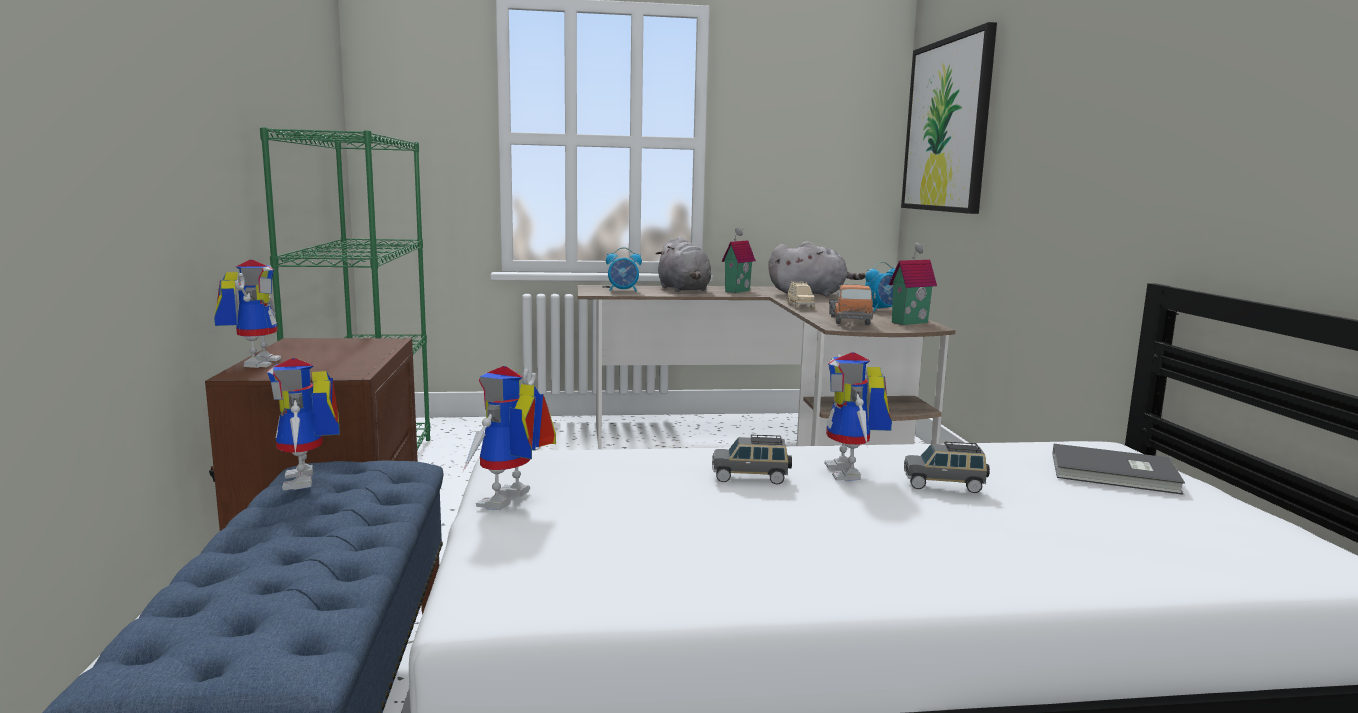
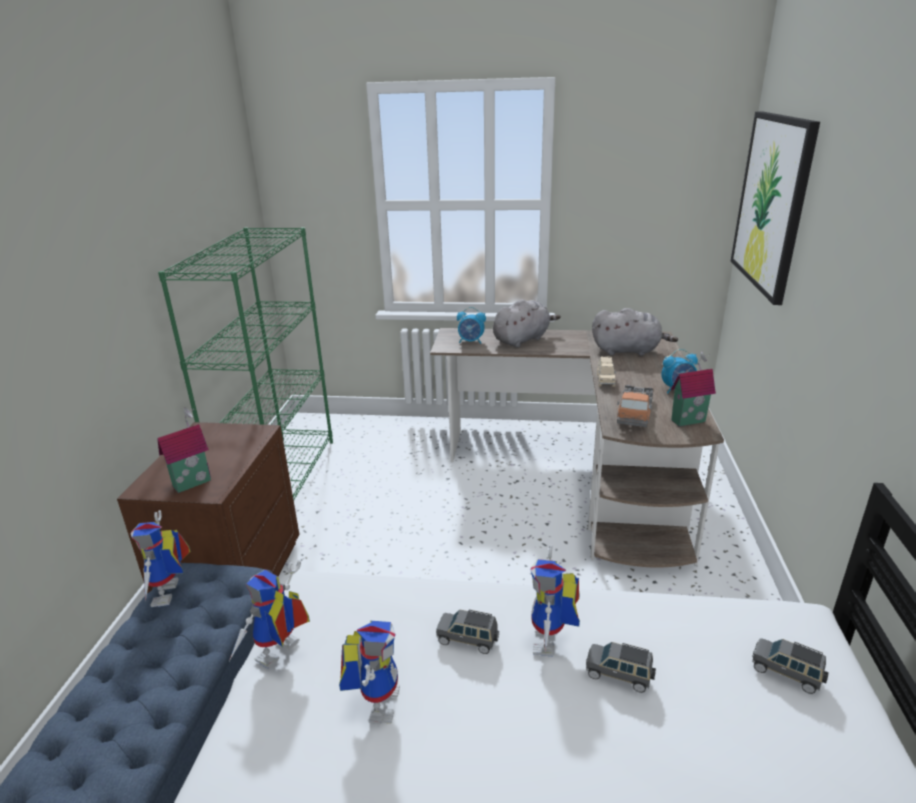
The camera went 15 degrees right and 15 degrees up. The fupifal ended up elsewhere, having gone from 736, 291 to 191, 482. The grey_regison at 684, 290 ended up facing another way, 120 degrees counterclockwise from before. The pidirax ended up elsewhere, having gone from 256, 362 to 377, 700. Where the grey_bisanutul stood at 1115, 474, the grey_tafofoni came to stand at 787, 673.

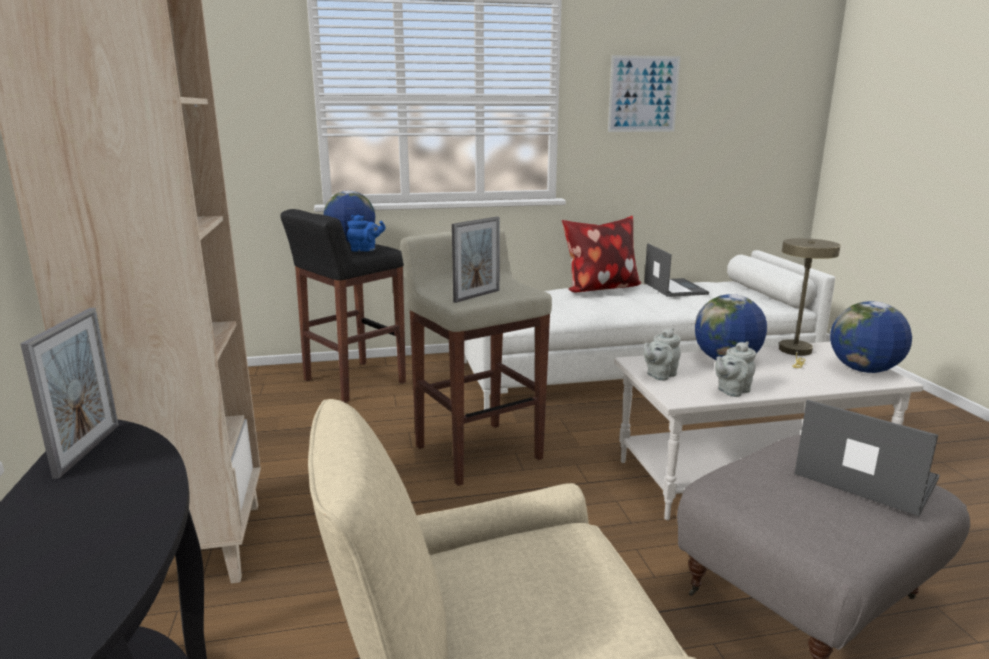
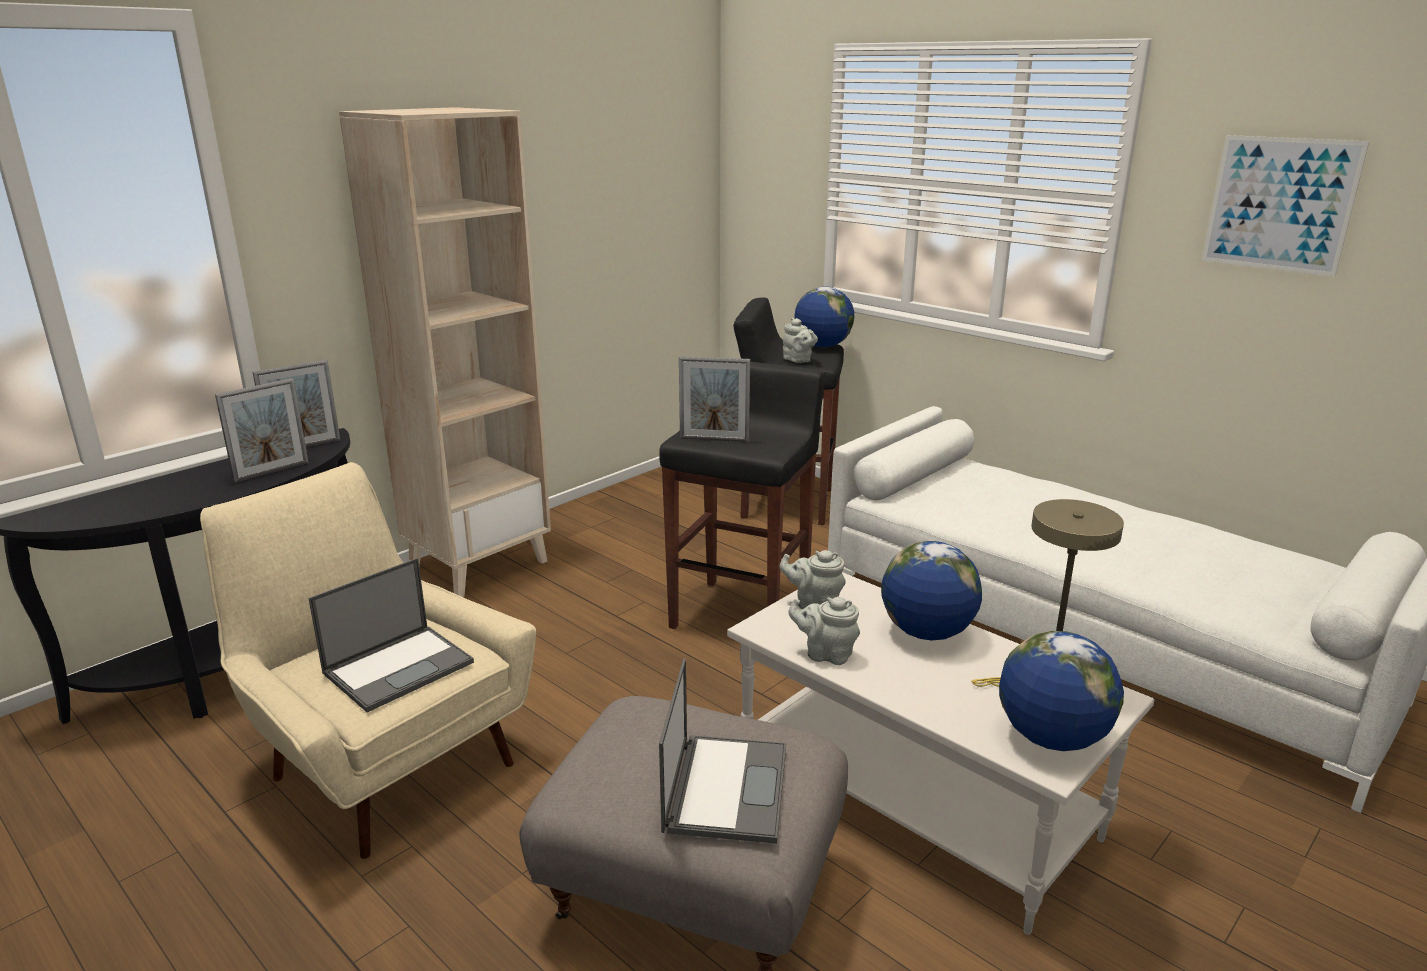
The camera went 55 degrees right and 5 degrees up. What was the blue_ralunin at 365, 250 turned into the grey_ralunin at 798, 360. The second view lost the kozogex at 600, 289. What was the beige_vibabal at 477, 452 turned into the black_vibabal at 741, 614. The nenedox ended up elsewhere, having gone from 674, 288 to 400, 667. The second view gained the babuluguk at 271, 472.

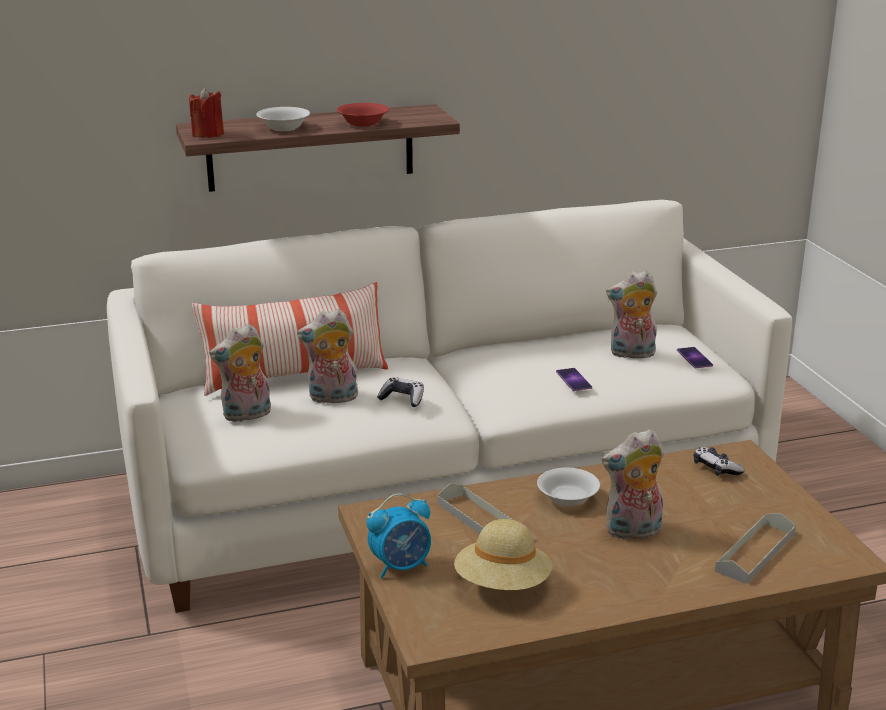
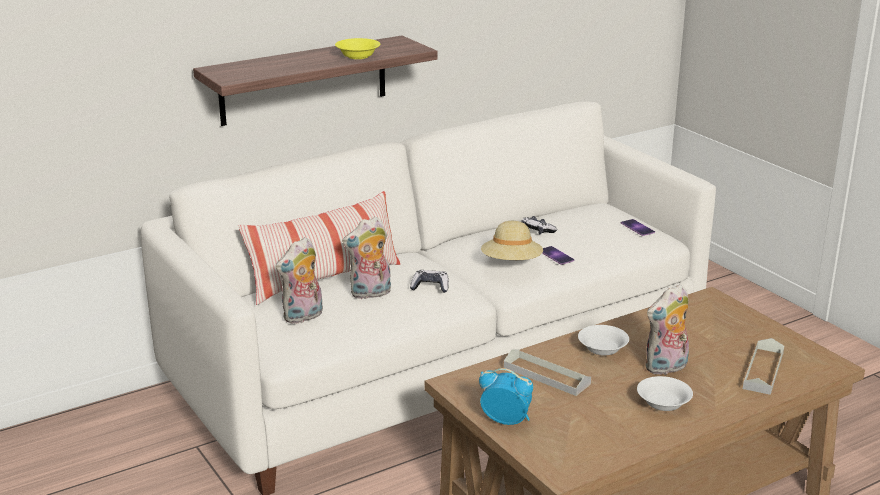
The camera went 15 degrees left and 0 degrees up. The second view lost the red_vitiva at 208, 134. What was the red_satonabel at 362, 123 turned into the yellow_satonabel at 357, 56. The white_satonabel ended up elsewhere, having gone from 283, 128 to 662, 403. The second view lost the regison at 631, 354. The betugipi ended up elsewhere, having gone from 716, 468 to 537, 231. The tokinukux at 401, 566 ended up facing another way, 120 degrees counterclockwise from before. The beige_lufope ended up elsewhere, having gone from 503, 585 to 511, 263.

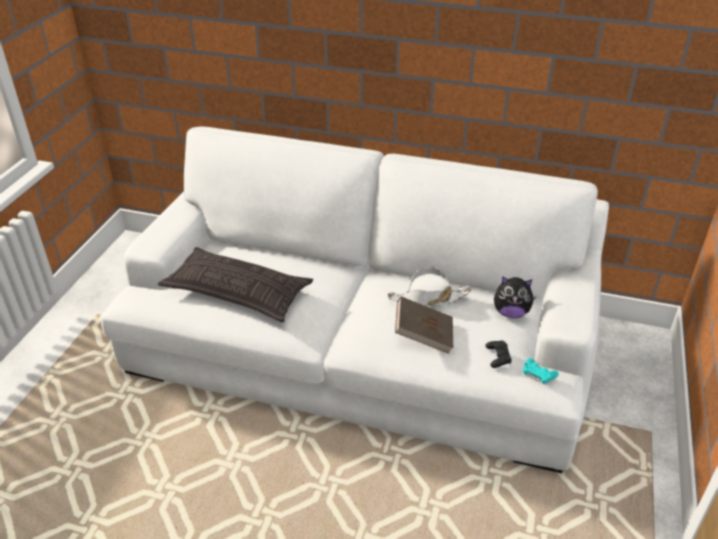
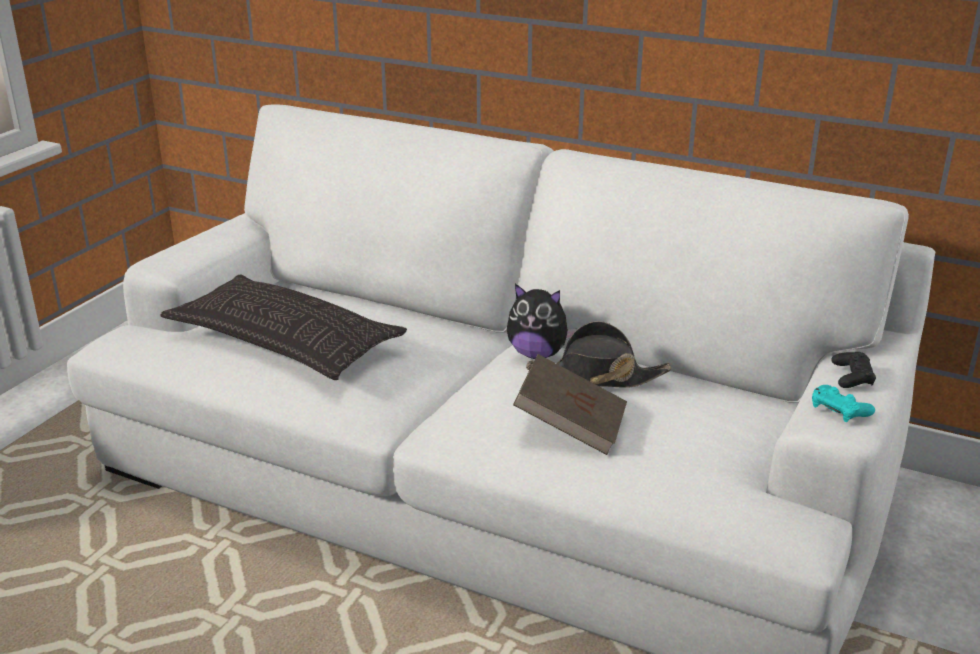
The camera went 10 degrees right and 10 degrees down. What was the white_lufope at 428, 298 turned into the black_lufope at 597, 376. The regison ended up elsewhere, having gone from 511, 313 to 537, 354. The black_betugipi ended up elsewhere, having gone from 498, 357 to 852, 376. The turquoise_betugipi ended up elsewhere, having gone from 538, 374 to 839, 409.

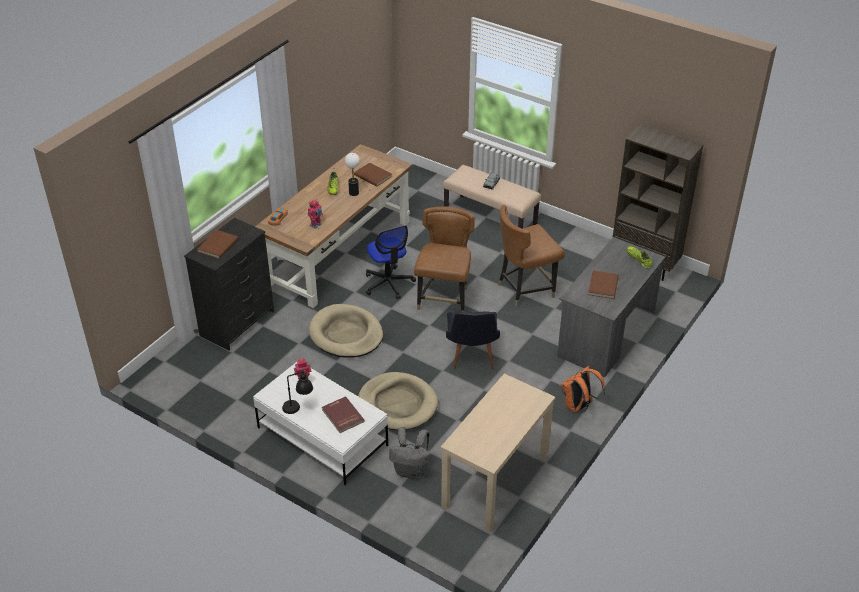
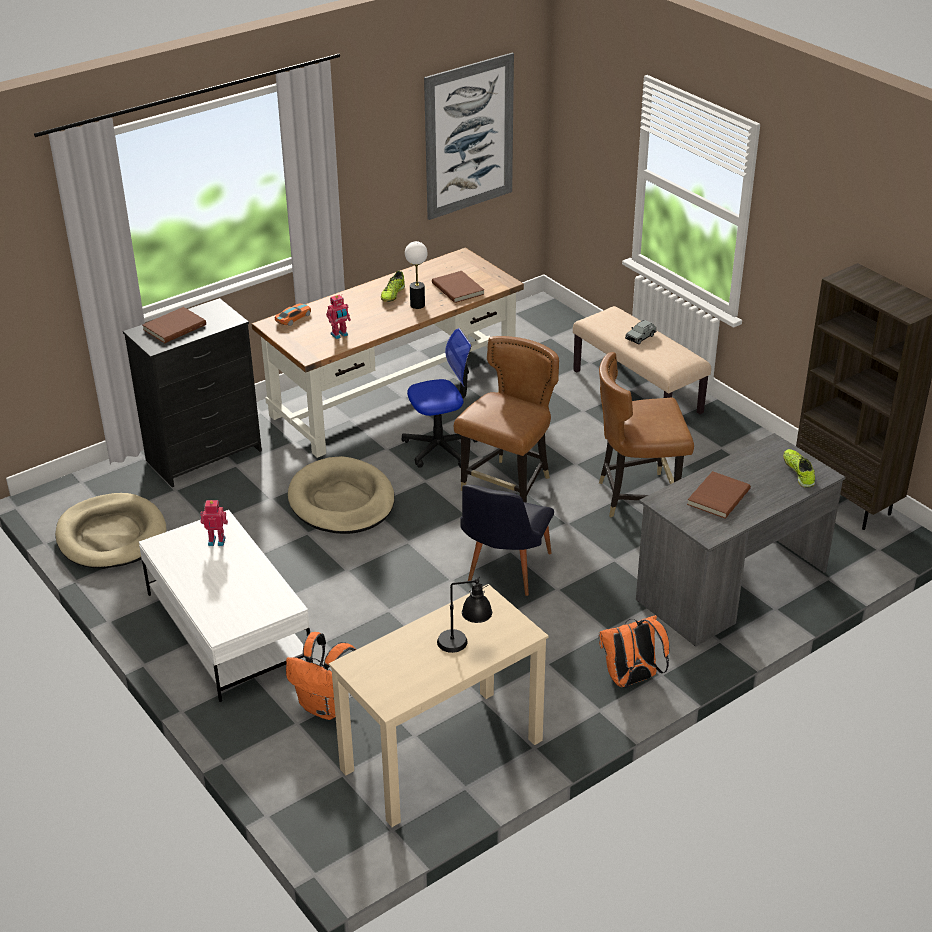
The camera went 20 degrees right and 5 degrees down. The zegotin at 388, 283 ended up facing another way, 105 degrees counterclockwise from before. The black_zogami ended up elsewhere, having gone from 299, 407 to 465, 645. The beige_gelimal ended up elsewhere, having gone from 398, 404 to 111, 535. The second view lost the red_bisanutul at 342, 416. What was the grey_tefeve at 411, 471 turned into the orange_tefeve at 326, 707. The second view gained the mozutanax at 469, 136.

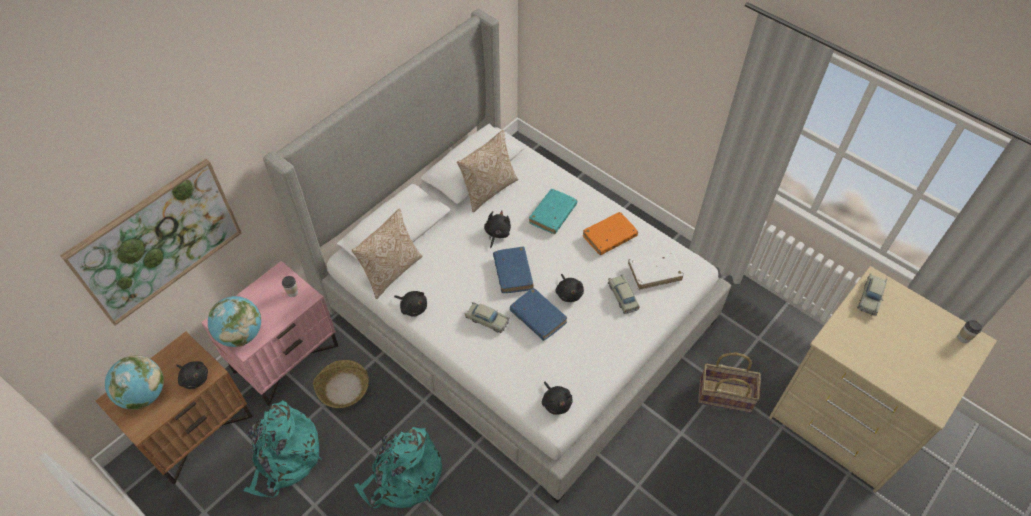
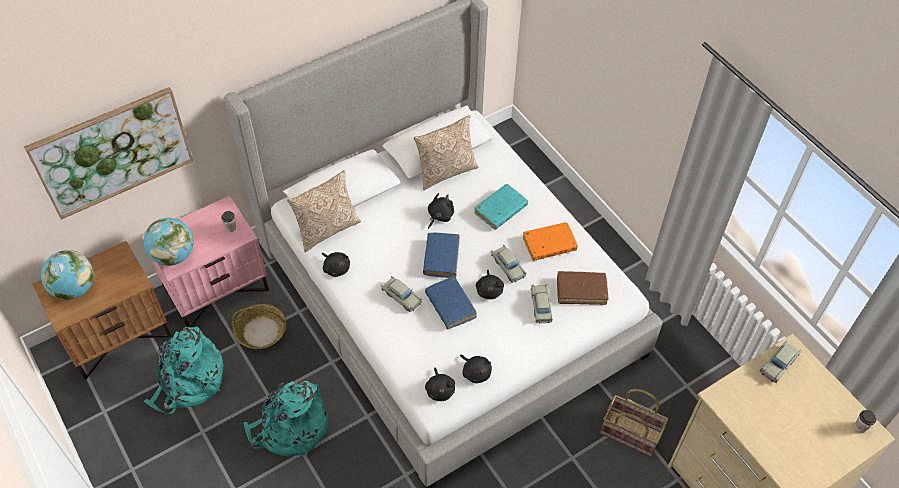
The camera went 15 degrees right and 0 degrees up. What was the white_bisanutul at 654, 273 turned into the brown_bisanutul at 581, 291. The black_regison ended up elsewhere, having gone from 194, 378 to 475, 372. The second view gained the beige_tafofoni at 508, 266.

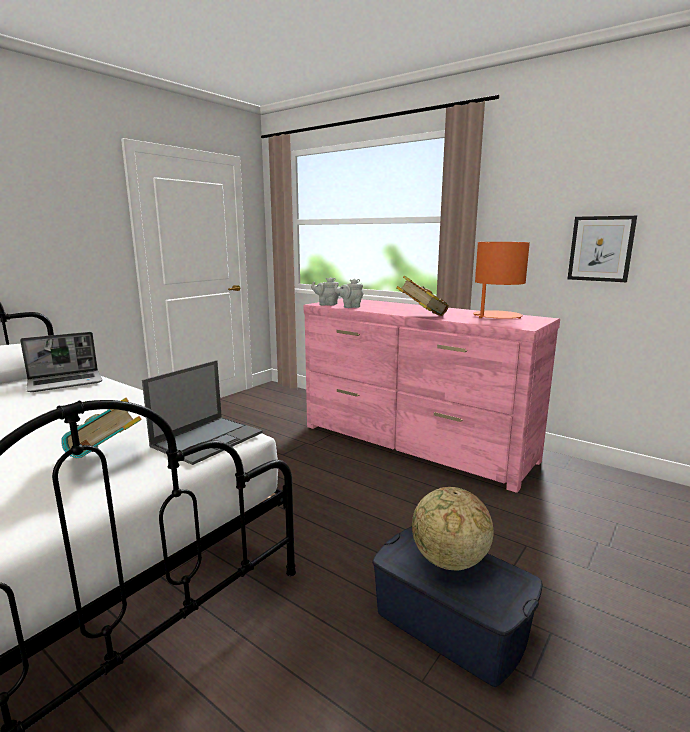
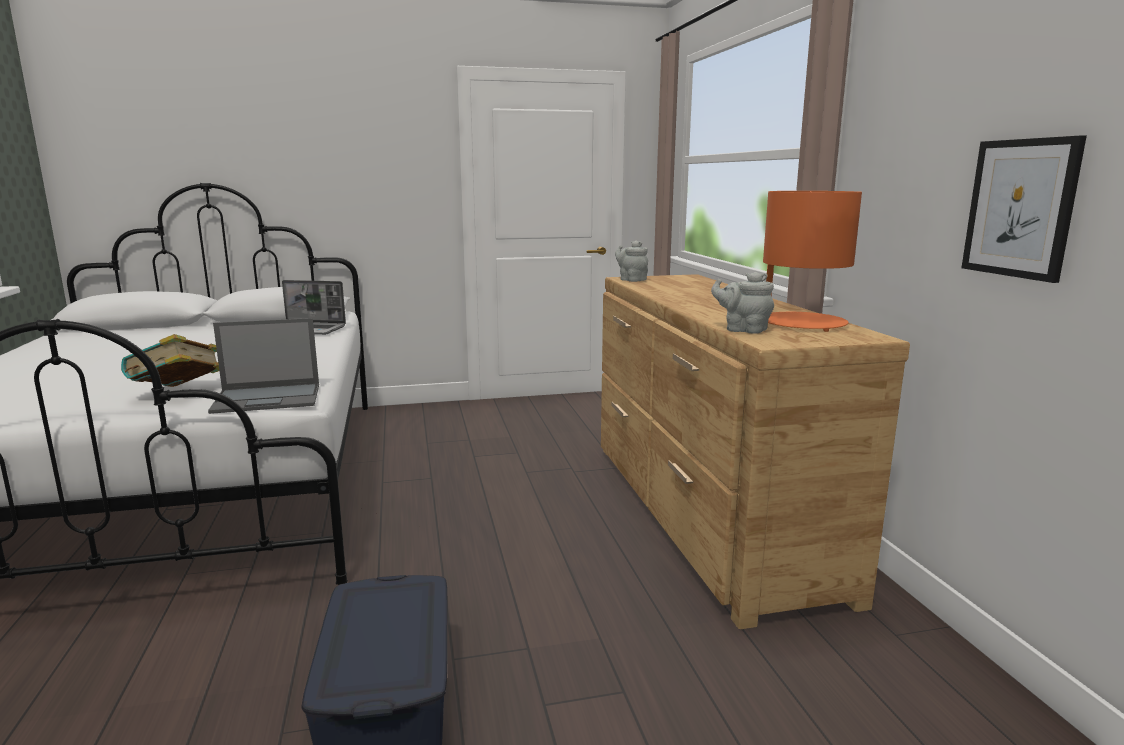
The camera went 40 degrees right and 0 degrees up. The second view lost the bisanutul at 421, 315. The grey_ralunin ended up elsewhere, having gone from 350, 307 to 743, 329. What was the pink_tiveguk at 414, 443 turned into the brown_tiveguk at 705, 513. The second view lost the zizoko at 449, 561.

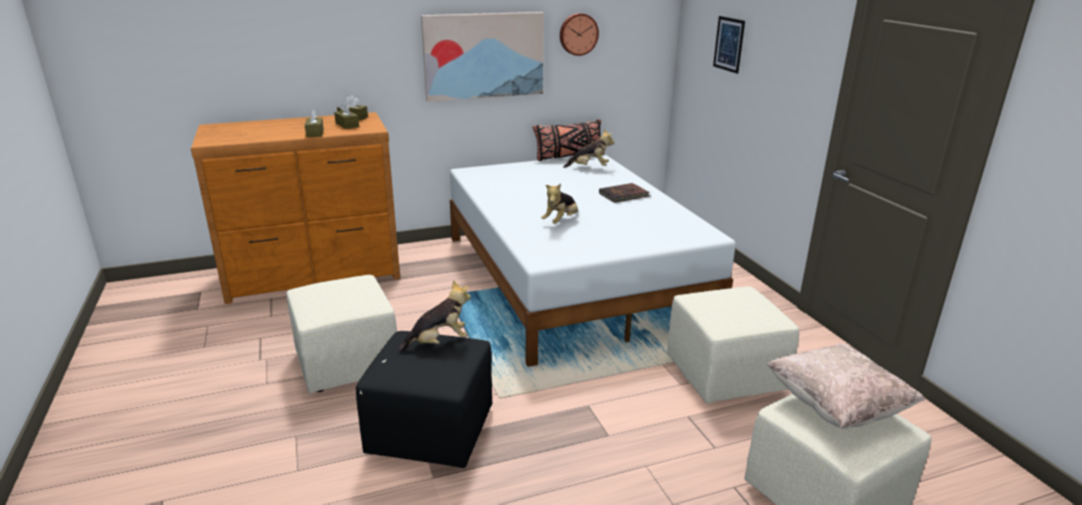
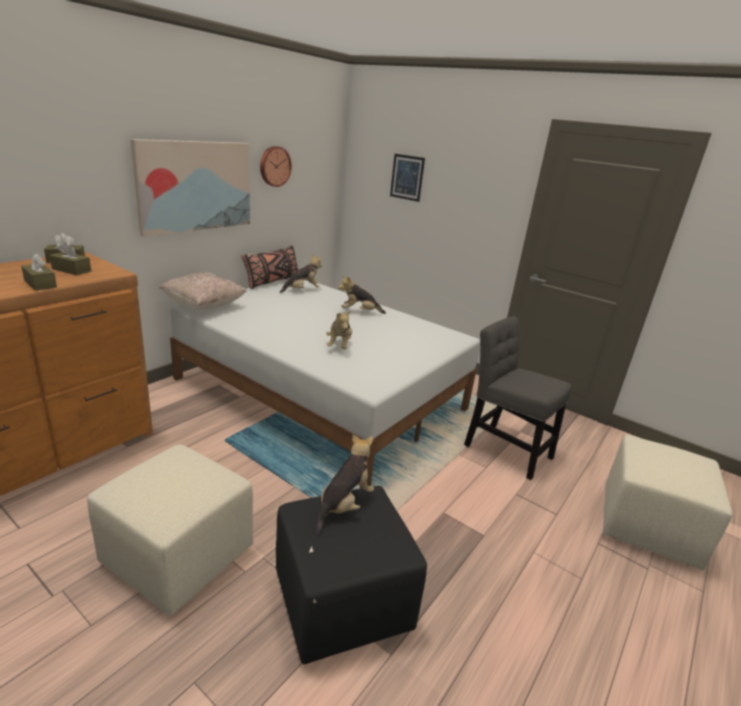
The camera went 35 degrees left and 0 degrees up. Where the brown_bisanutul stood at 624, 195, the regison came to stand at 359, 312. Where the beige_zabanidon stood at 725, 374, the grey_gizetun came to stand at 504, 448. The beige_kozogex ended up elsewhere, having gone from 836, 407 to 204, 306.

